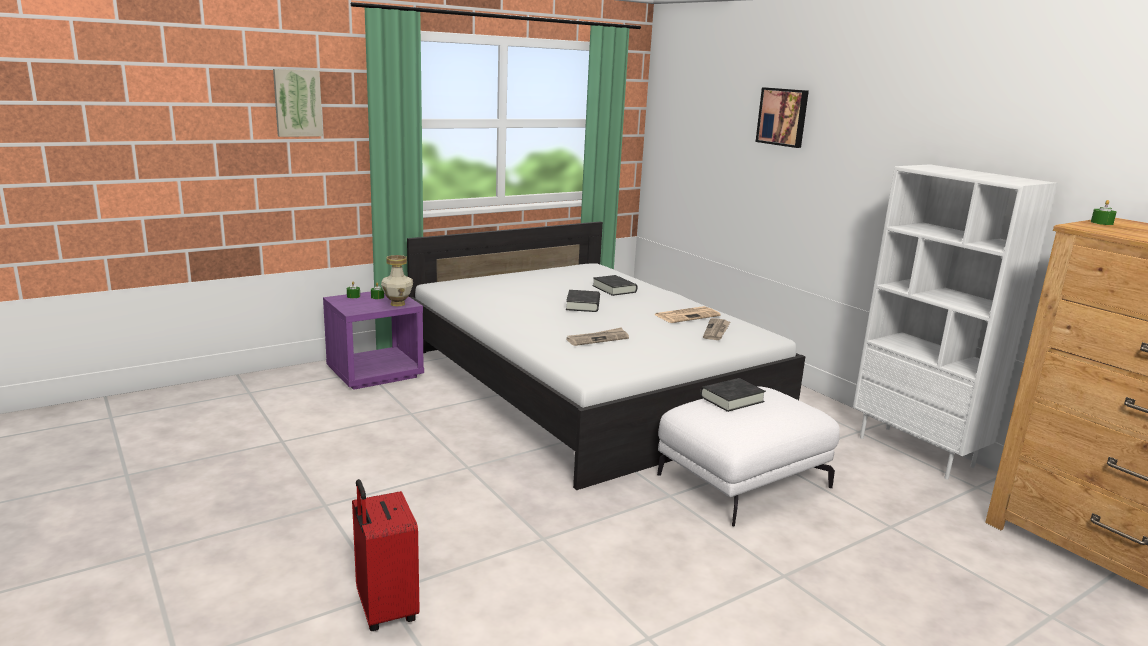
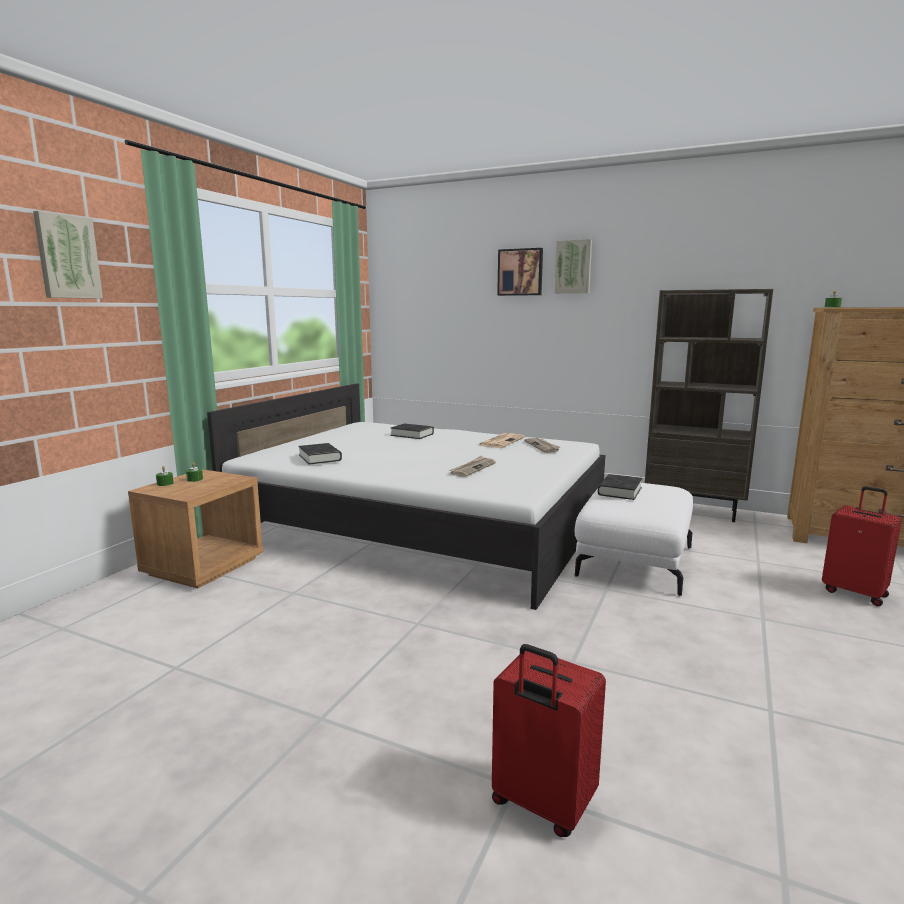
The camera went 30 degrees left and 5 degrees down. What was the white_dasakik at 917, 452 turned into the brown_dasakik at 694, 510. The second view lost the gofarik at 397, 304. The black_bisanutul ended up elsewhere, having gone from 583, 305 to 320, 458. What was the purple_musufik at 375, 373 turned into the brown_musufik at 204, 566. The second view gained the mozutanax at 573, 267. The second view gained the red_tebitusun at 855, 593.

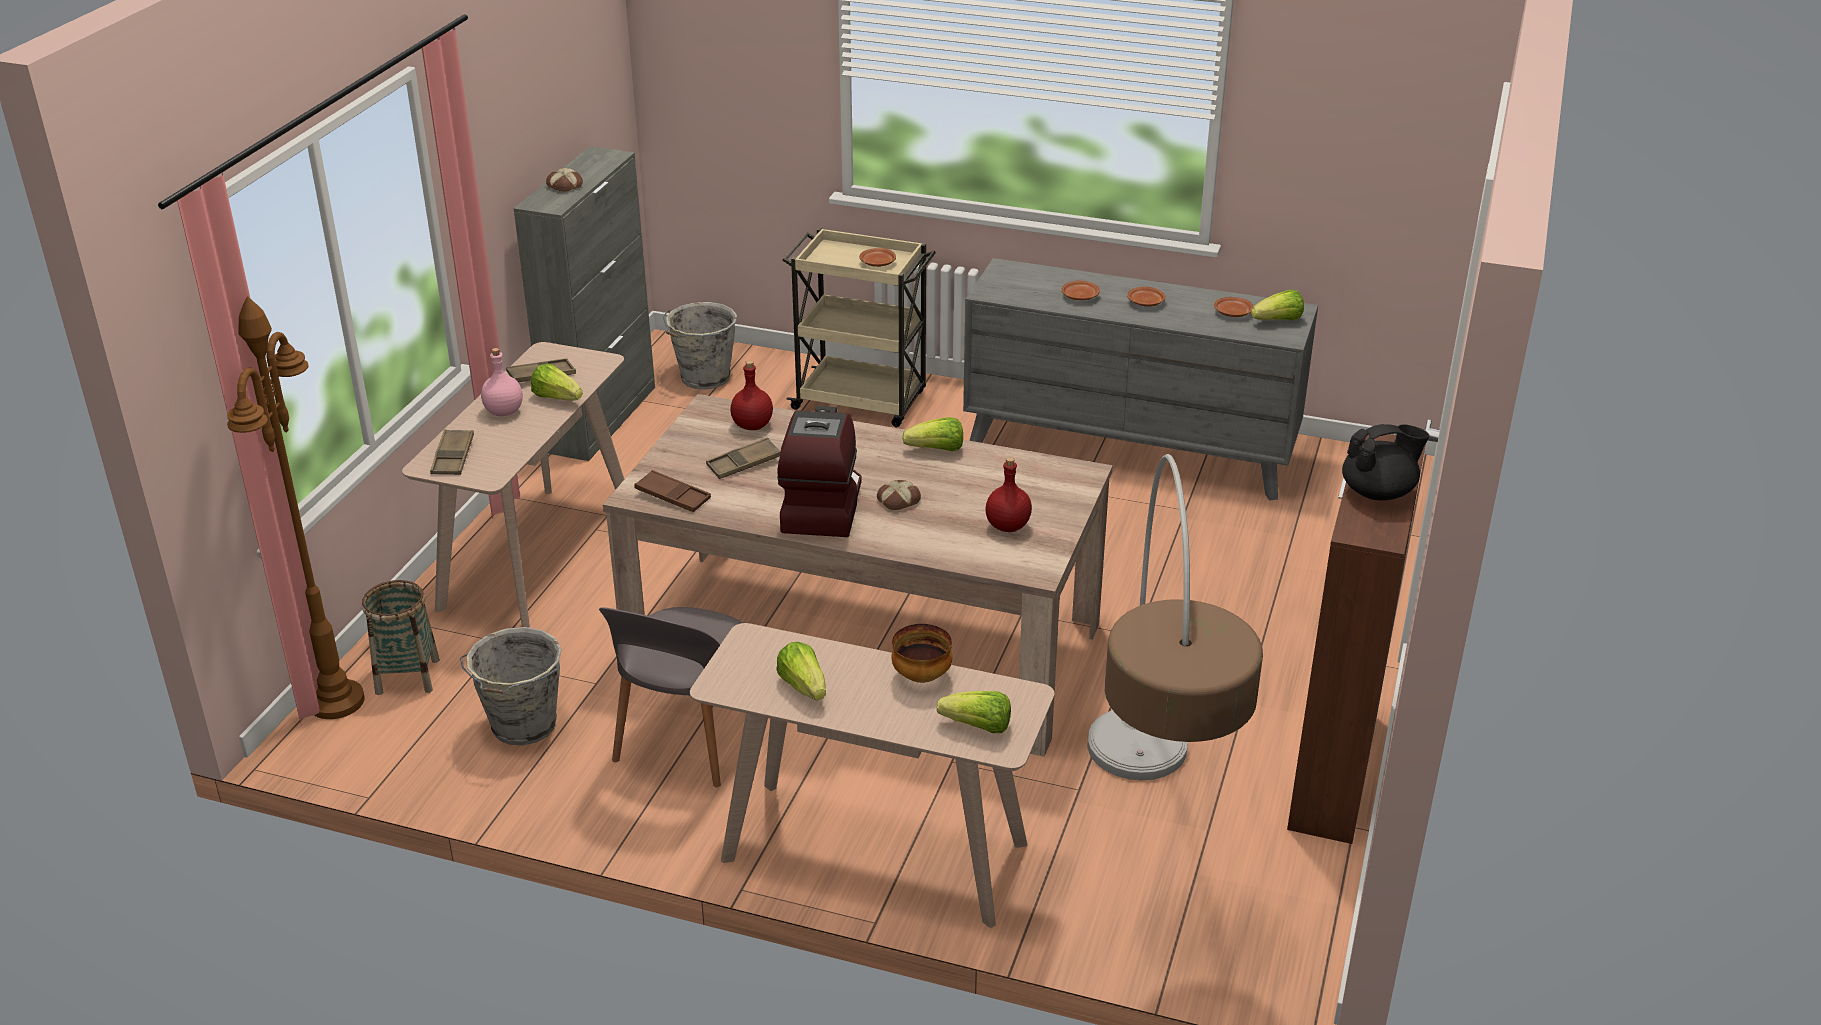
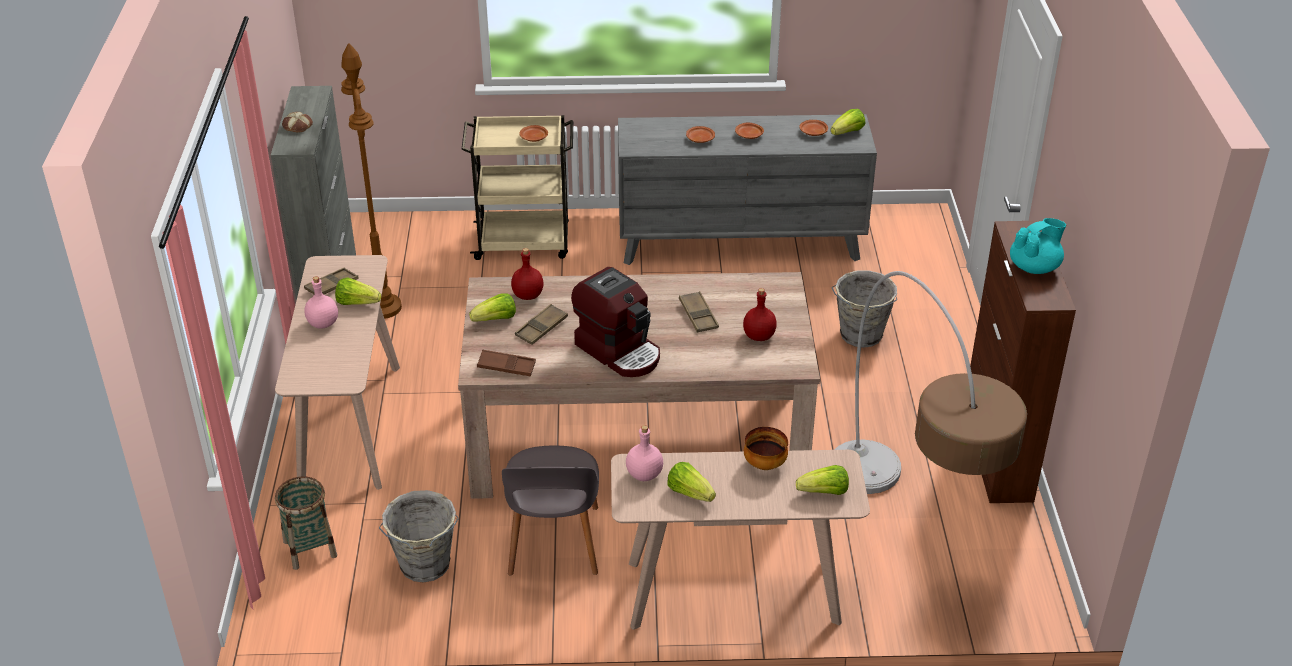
The camera went 20 degrees left and 5 degrees up. The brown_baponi ended up elsewhere, having gone from 336, 701 to 383, 307. The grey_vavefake ended up elsewhere, having gone from 703, 378 to 860, 335. The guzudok at 820, 507 ended up facing another way, 150 degrees clockwise from before. The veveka ended up elsewhere, having gone from 937, 450 to 496, 319. What was the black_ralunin at 1379, 492 turned into the turquoise_ralunin at 1035, 267. The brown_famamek ended up elsewhere, having gone from 453, 457 to 698, 315. The second view lost the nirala at 898, 499. The second view gained the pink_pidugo at 644, 475.

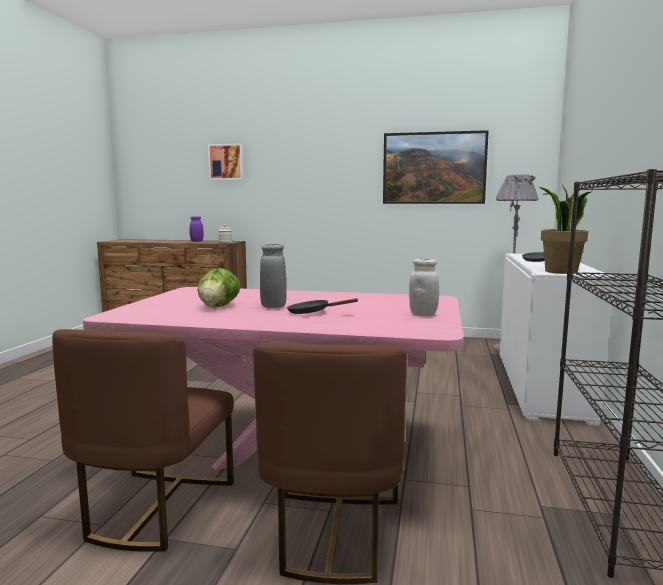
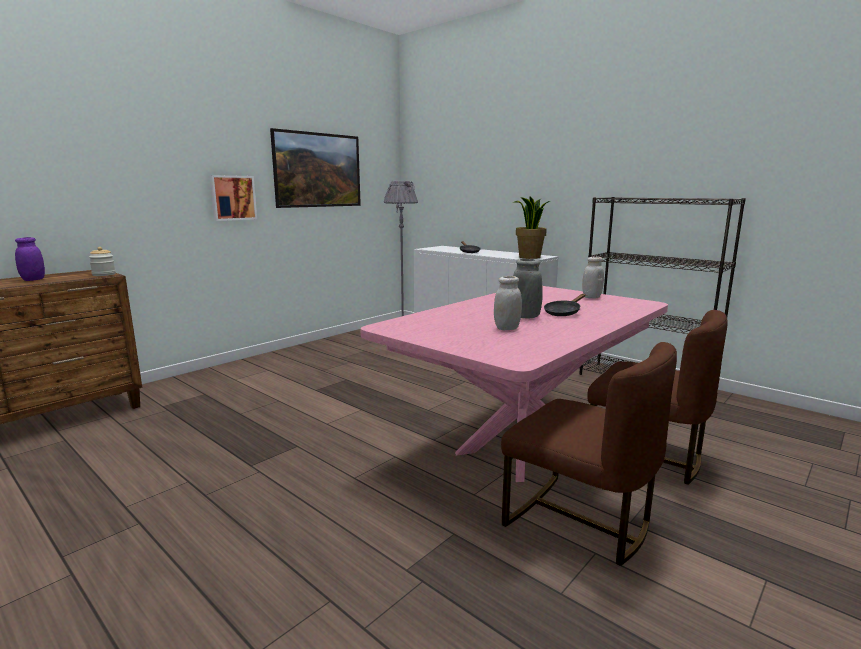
The camera went 60 degrees left and 5 degrees up. The mozutanax ended up elsewhere, having gone from 226, 162 to 232, 198. Where the veveka stood at 218, 307, the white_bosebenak came to stand at 507, 328.

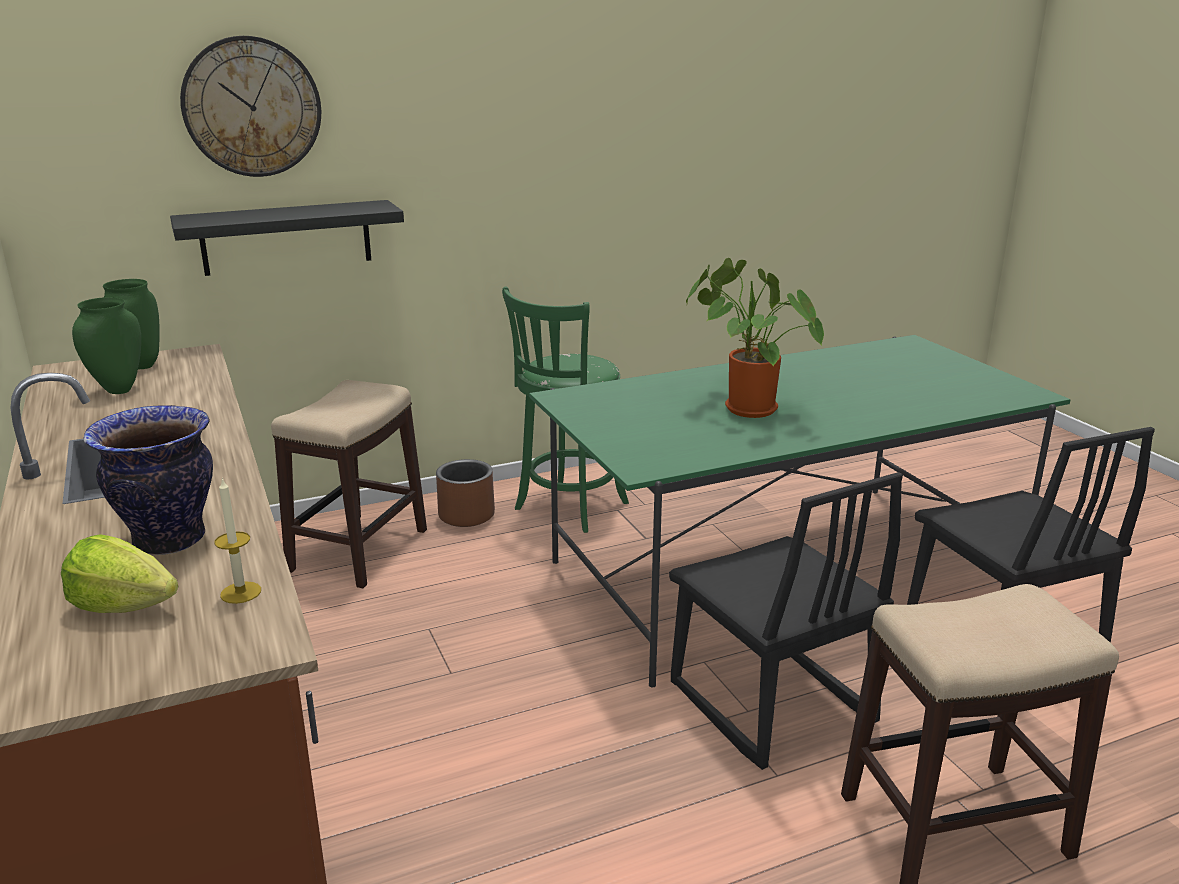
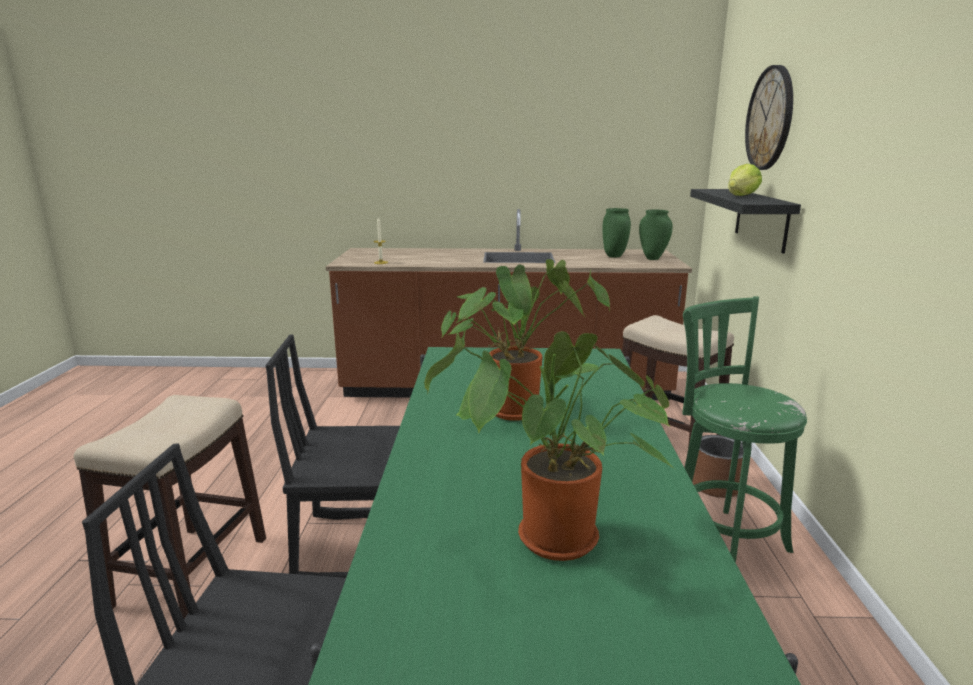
The camera went 115 degrees right and 5 degrees down. The second view lost the gofarik at 168, 540. The veveka ended up elsewhere, having gone from 123, 605 to 741, 196. The second view gained the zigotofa at 551, 543.

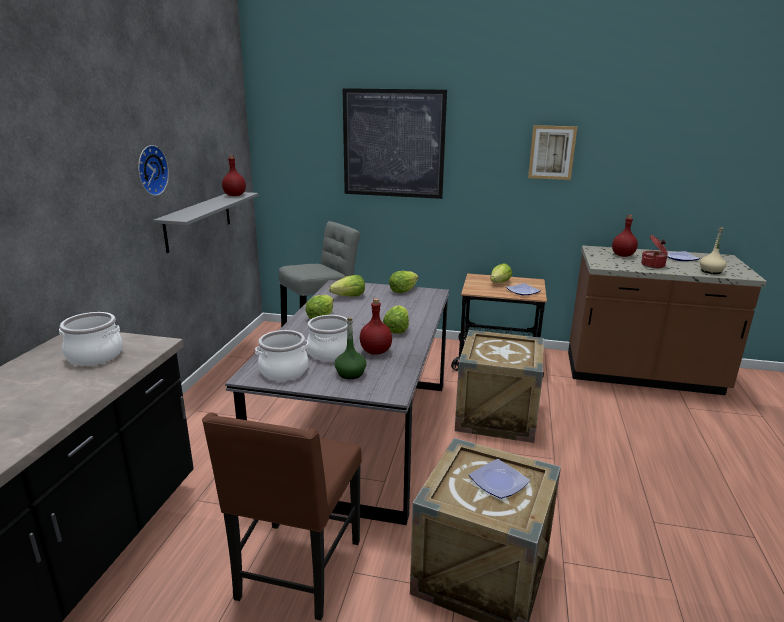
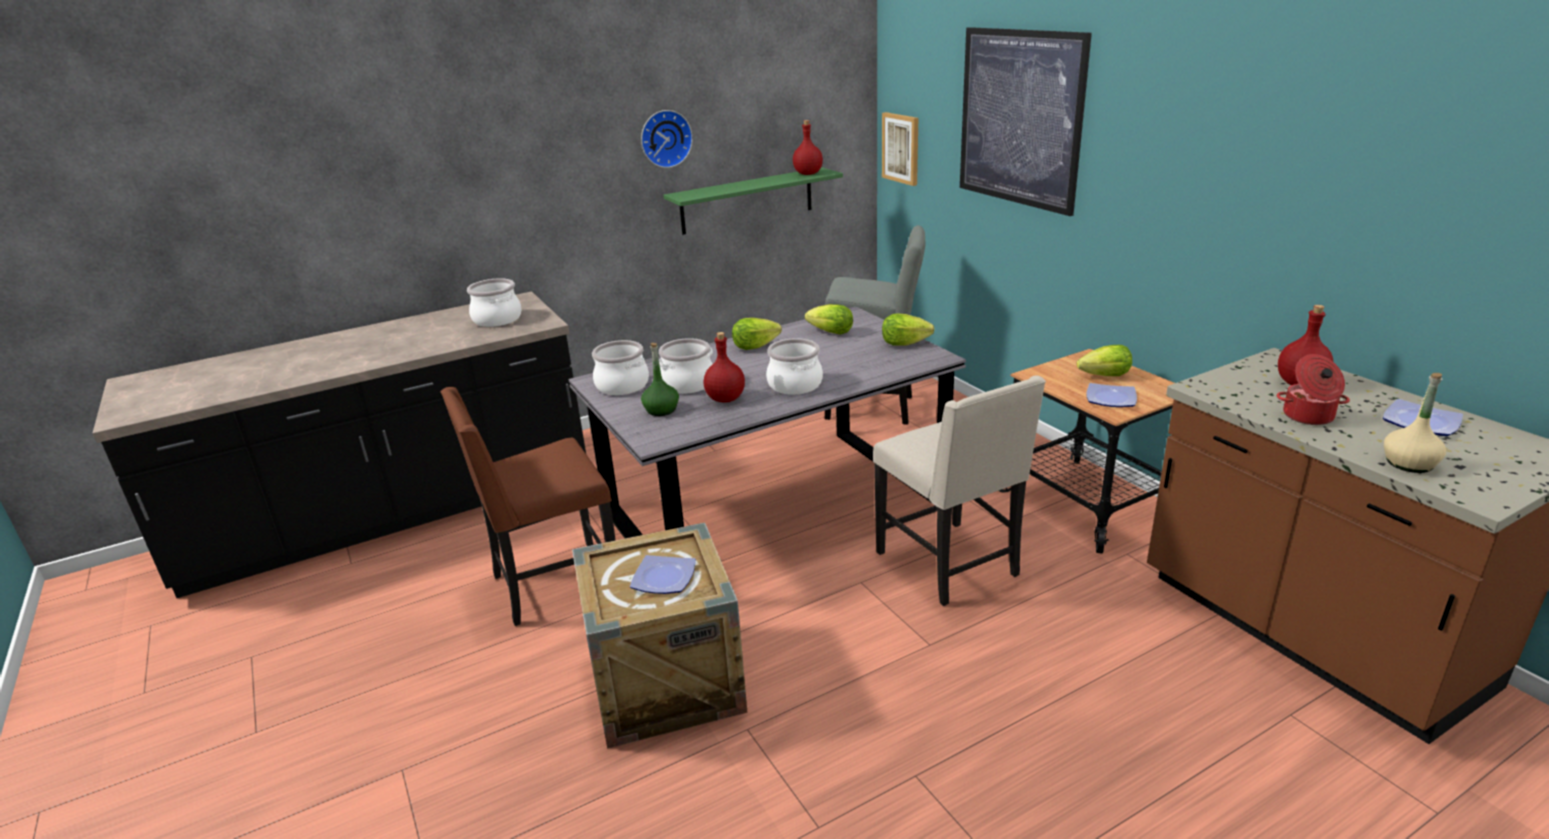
The camera went 50 degrees right and 5 degrees up. The mozutanax ended up elsewhere, having gone from 552, 152 to 901, 148. What was the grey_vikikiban at 198, 220 turned into the green_vikikiban at 747, 201. Where the veveka stood at 397, 330, the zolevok came to stand at 794, 385. Where the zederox stood at 496, 416, the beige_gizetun came to stand at 950, 565.

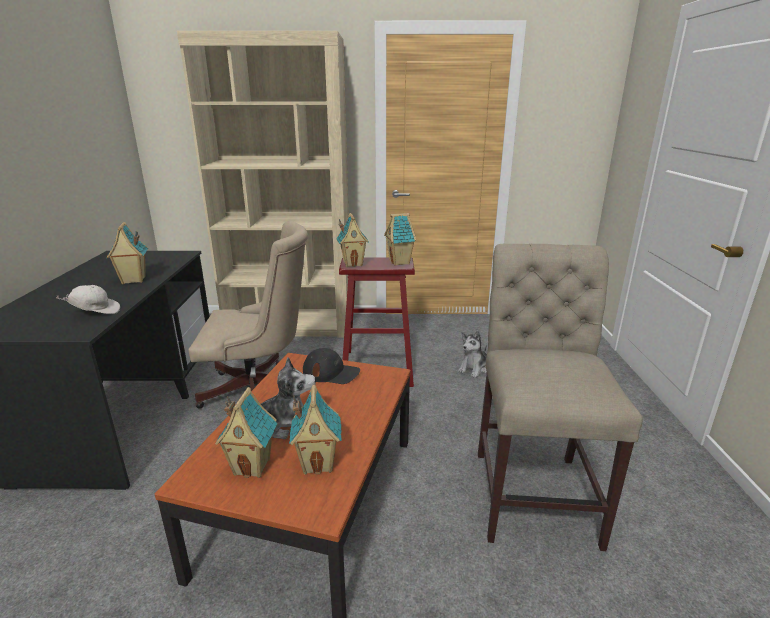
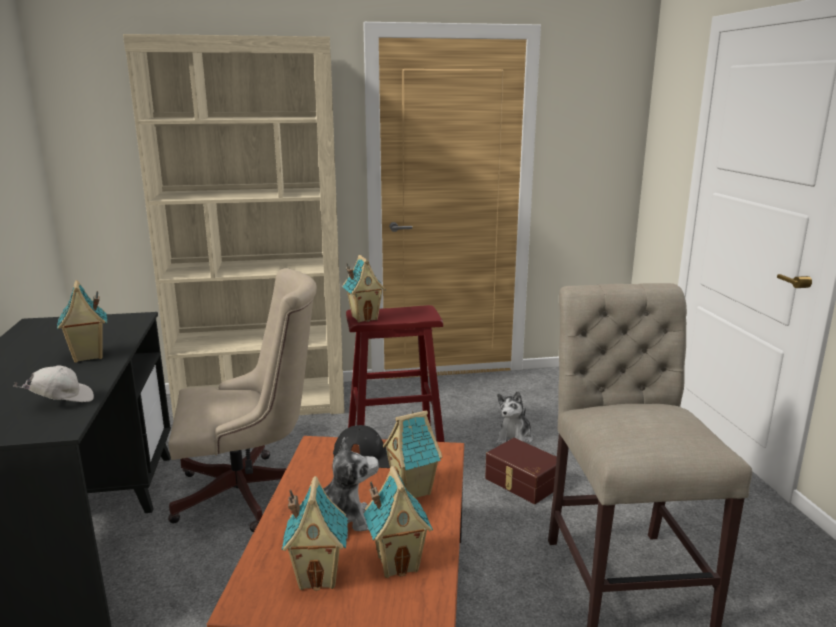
The camera went 10 degrees left and 5 degrees down. The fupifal ended up elsewhere, having gone from 400, 262 to 413, 490. The second view gained the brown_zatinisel at 522, 483.

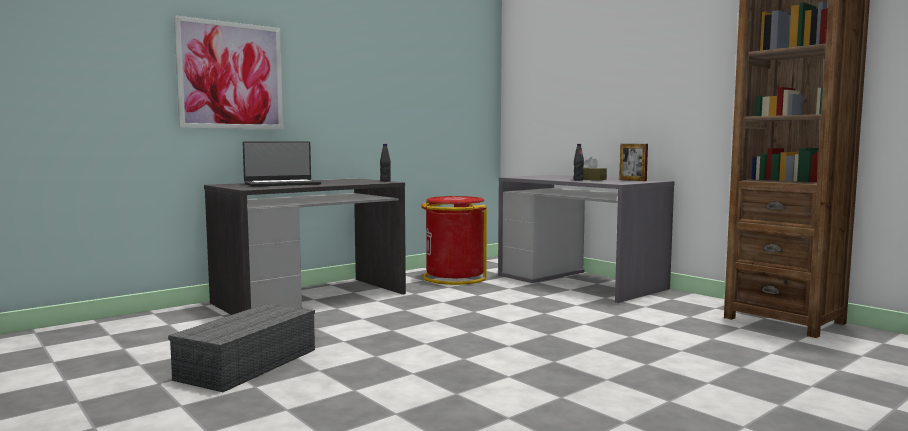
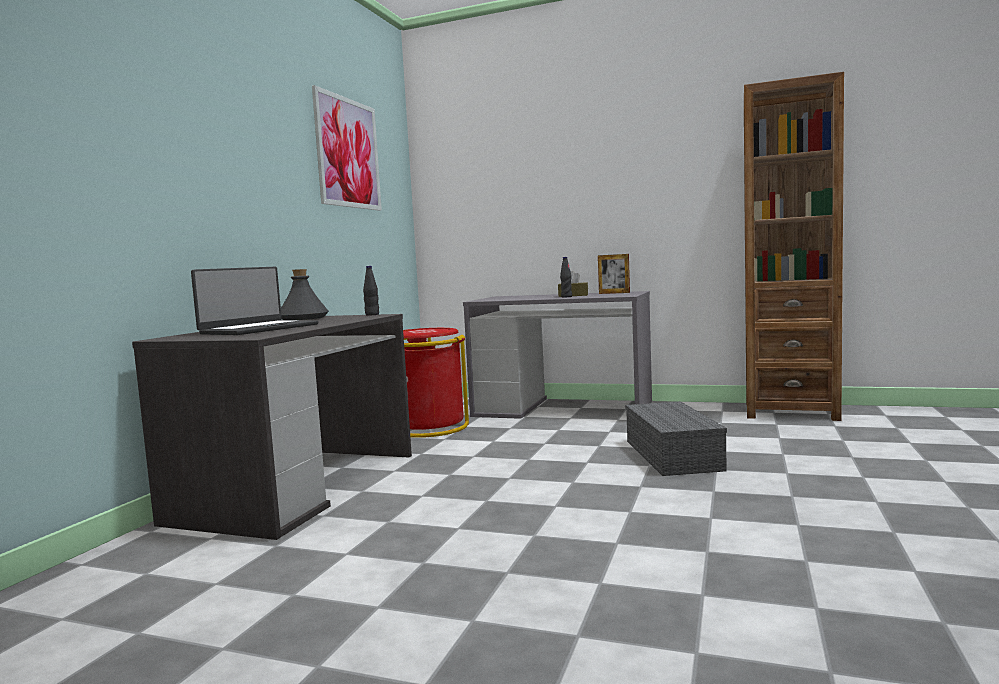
The camera went 30 degrees left and 0 degrees up. The mozutanax ended up elsewhere, having gone from 231, 76 to 348, 153. The grey_zatinisel ended up elsewhere, having gone from 248, 365 to 674, 455. The second view gained the grey_pidugo at 303, 318.

